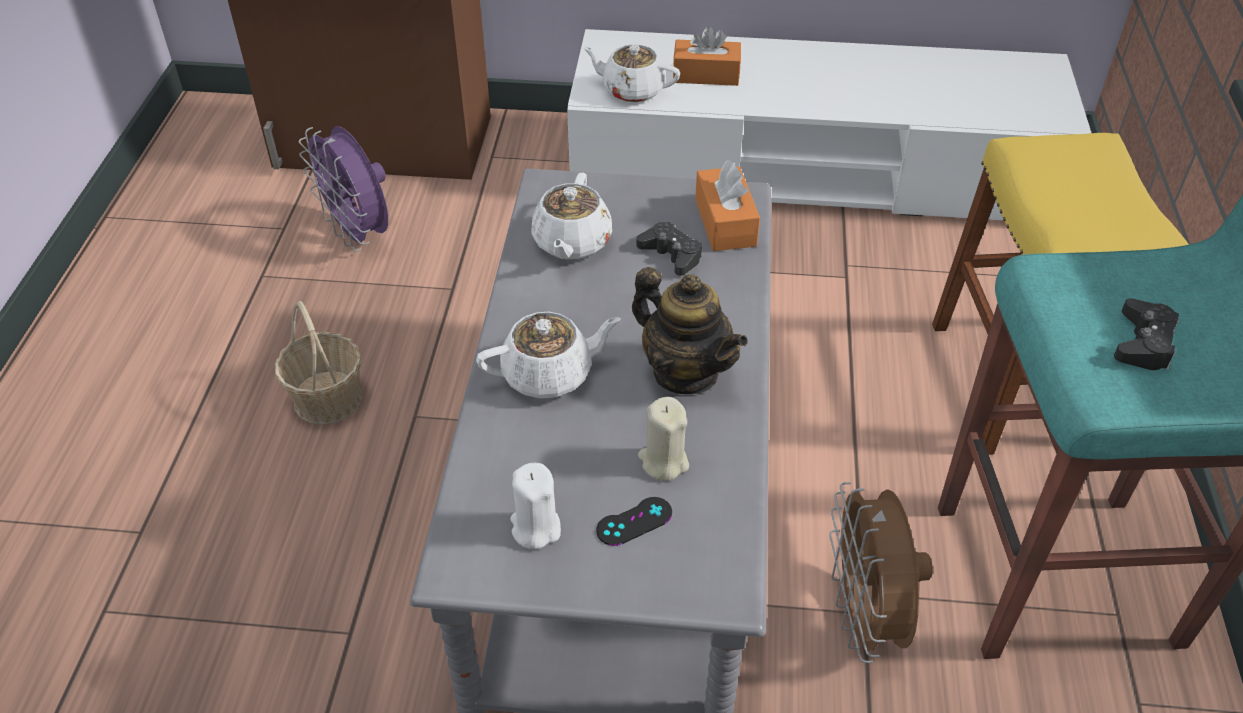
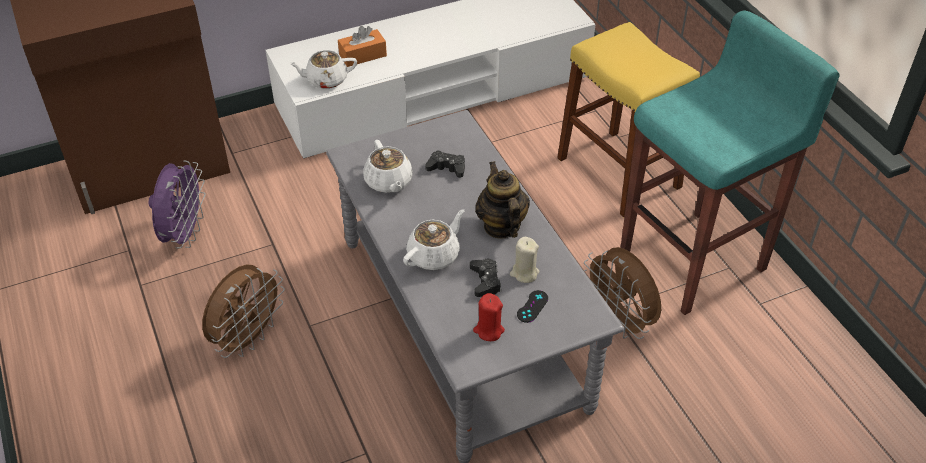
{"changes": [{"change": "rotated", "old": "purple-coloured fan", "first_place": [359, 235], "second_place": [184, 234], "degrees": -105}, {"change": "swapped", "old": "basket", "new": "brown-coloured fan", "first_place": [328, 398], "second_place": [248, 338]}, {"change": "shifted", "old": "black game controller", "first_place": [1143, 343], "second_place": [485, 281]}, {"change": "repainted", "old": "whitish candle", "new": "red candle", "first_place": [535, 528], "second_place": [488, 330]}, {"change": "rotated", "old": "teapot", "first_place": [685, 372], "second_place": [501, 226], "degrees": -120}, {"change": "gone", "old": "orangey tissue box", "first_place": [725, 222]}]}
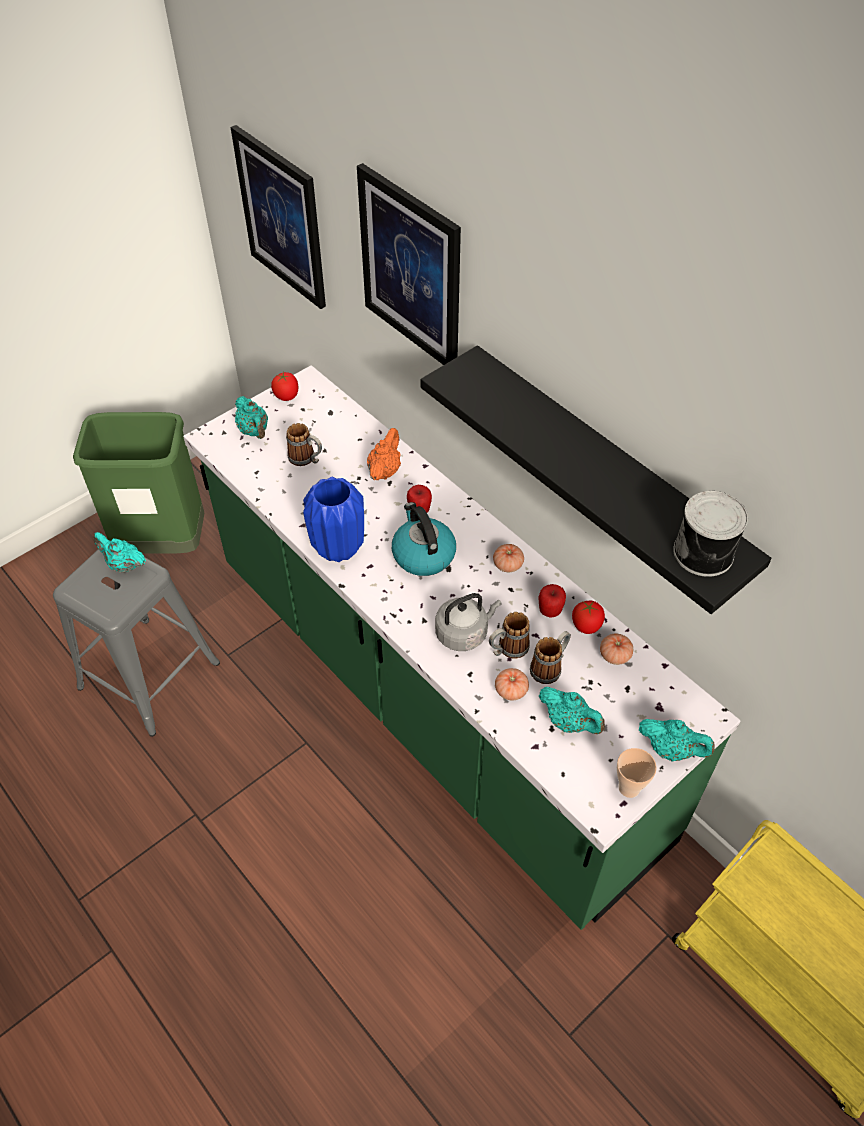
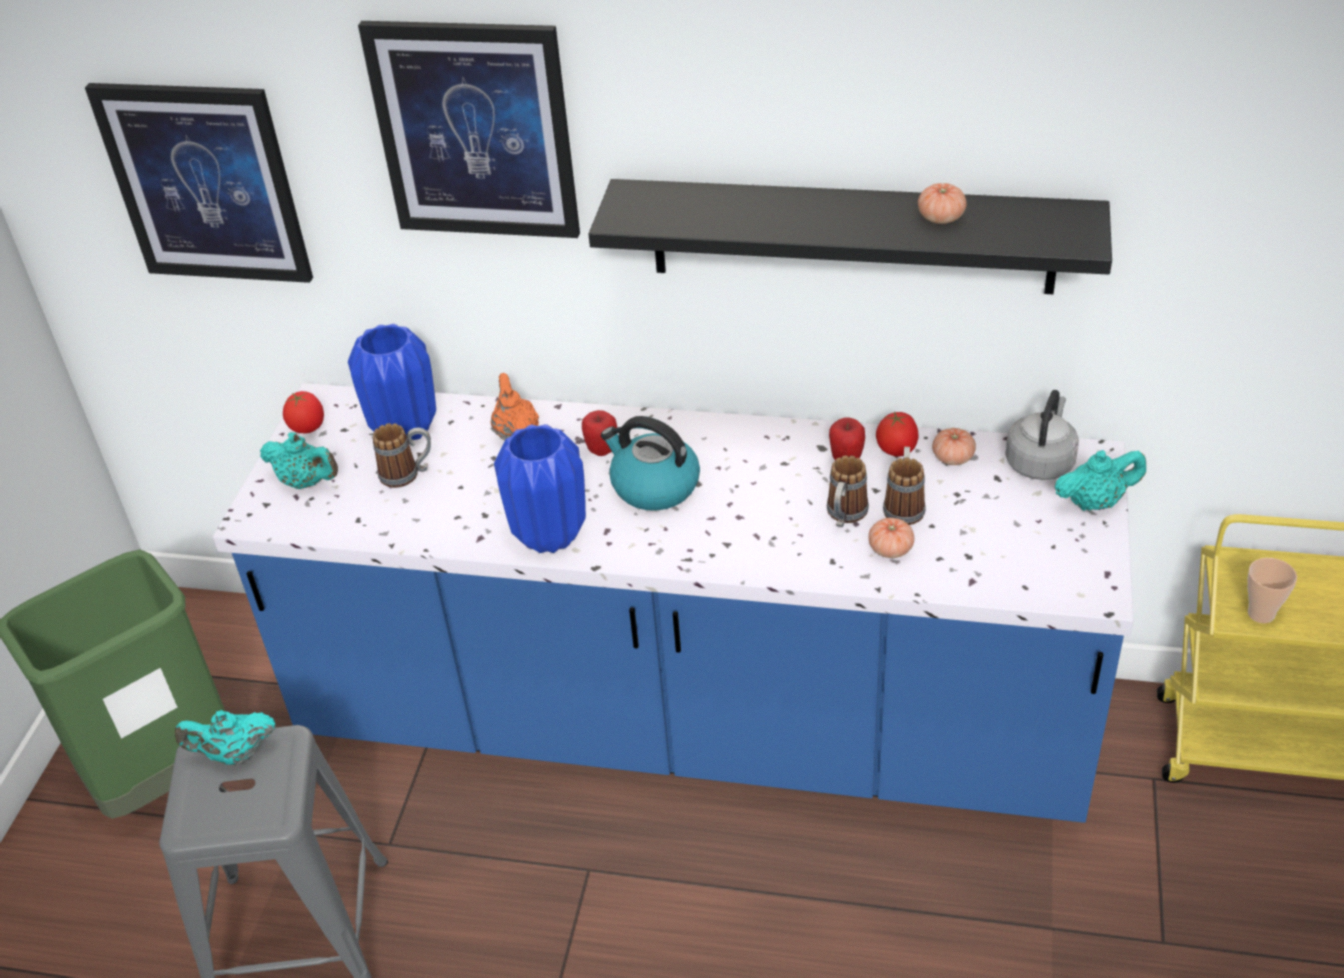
{"changes": [{"change": "repainted", "old": "greenish counter", "new": "bluish counter", "first_place": [432, 700], "second_place": [691, 727]}, {"change": "new", "new": "bluish flower vase", "second_place": [405, 429]}, {"change": "shifted", "old": "whole tomato", "first_place": [507, 565], "second_place": [941, 218]}, {"change": "shifted", "old": "greyish tea kettle", "first_place": [464, 633], "second_place": [1040, 462]}, {"change": "shifted", "old": "small cup", "first_place": [629, 787], "second_place": [1261, 614]}, {"change": "gone", "old": "turquoise-coloured teapot", "first_place": [569, 722]}, {"change": "gone", "old": "sealed can", "first_place": [705, 553]}]}
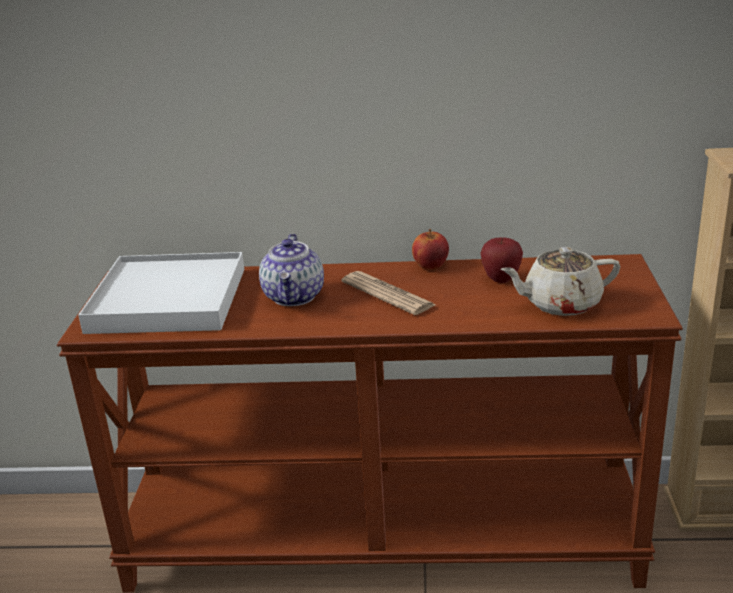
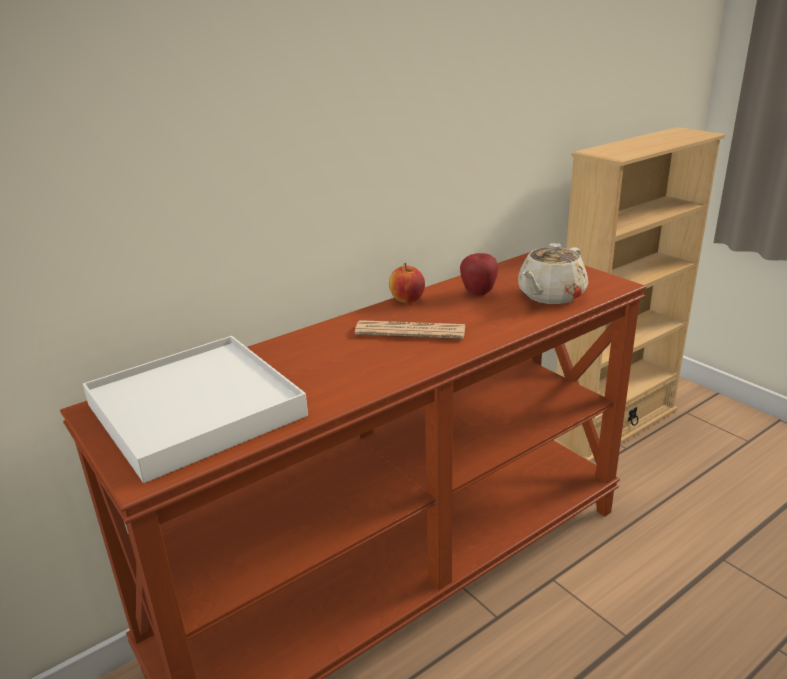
{"changes": [{"change": "gone", "old": "teapot", "first_place": [294, 297]}]}
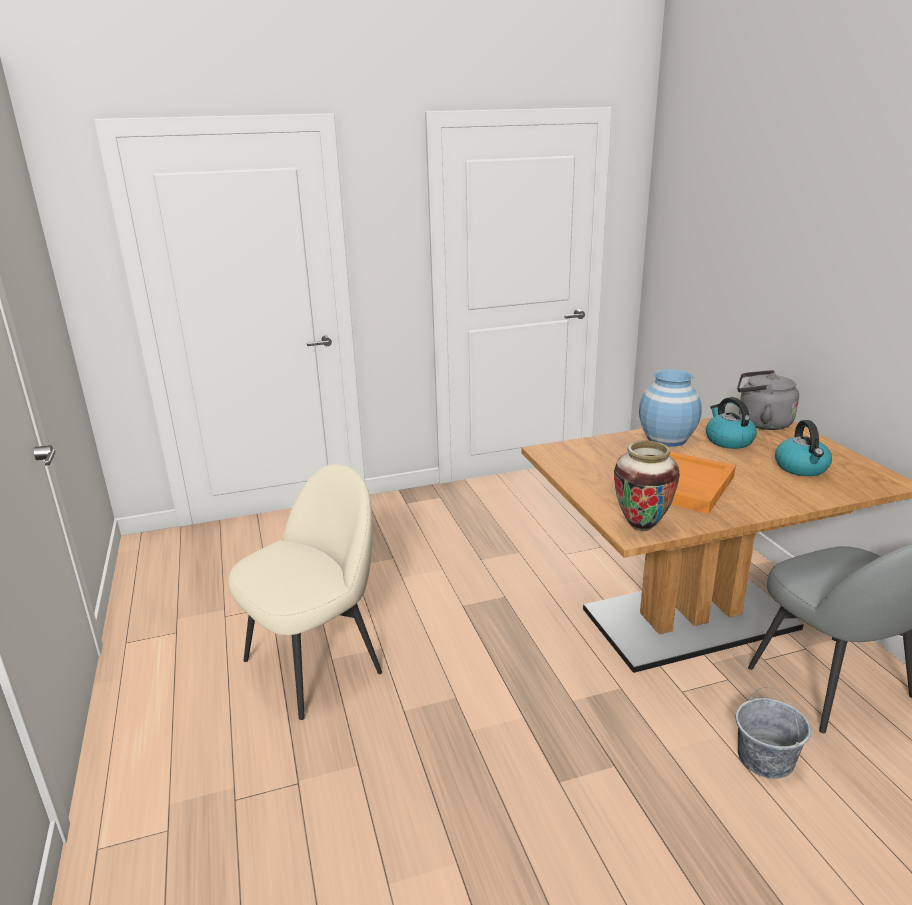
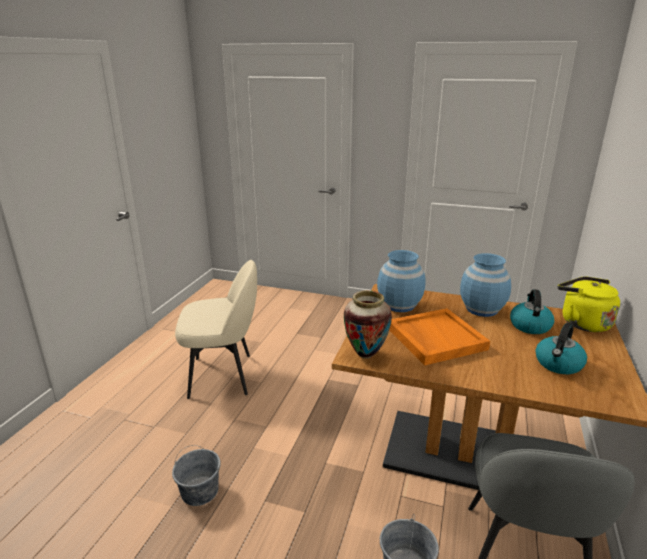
{"changes": [{"change": "new", "new": "greyish water bucket", "second_place": [199, 491]}, {"change": "new", "new": "bluish flower vase", "second_place": [399, 305]}, {"change": "repainted", "old": "greyish tea kettle", "new": "yellow tea kettle", "first_place": [760, 423], "second_place": [582, 322]}]}
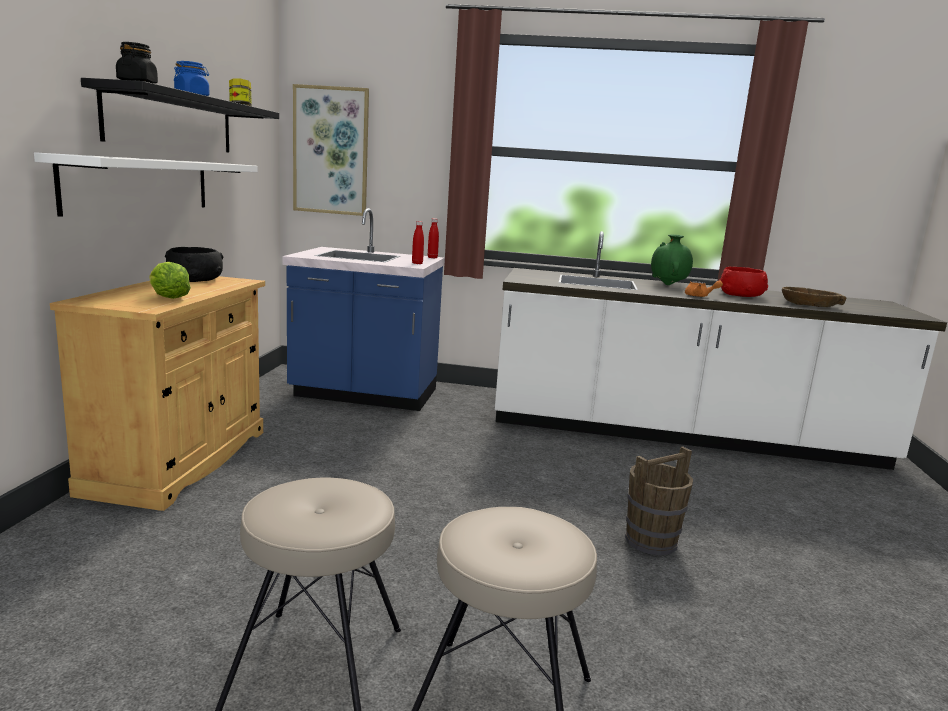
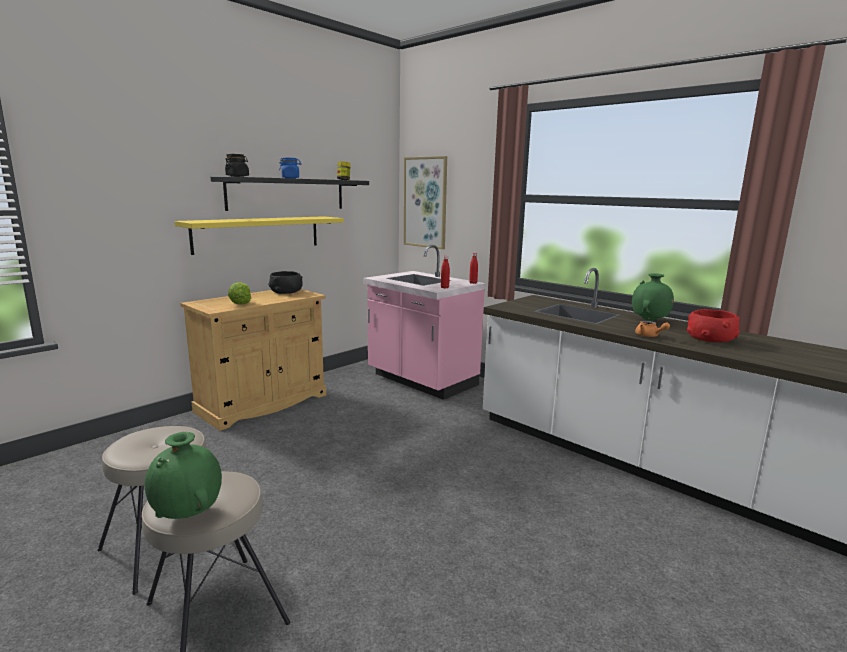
{"changes": [{"change": "new", "new": "greenish flower vase", "second_place": [188, 515]}, {"change": "repainted", "old": "whitish shelf", "new": "yellow shelf", "first_place": [140, 184], "second_place": [258, 234]}, {"change": "repainted", "old": "bluish counter", "new": "pinkish counter", "first_place": [364, 395], "second_place": [421, 380]}, {"change": "gone", "old": "brown-coloured water bucket", "first_place": [651, 541]}, {"change": "gone", "old": "brown-coloured bowl", "first_place": [809, 304]}]}
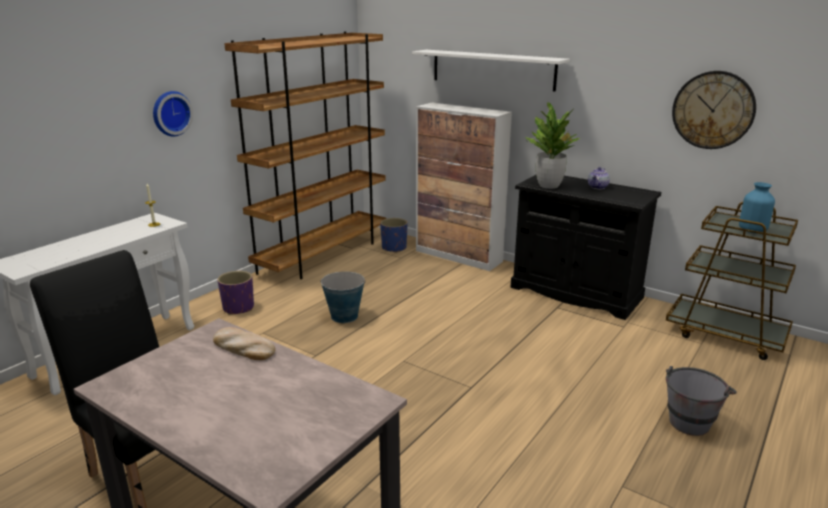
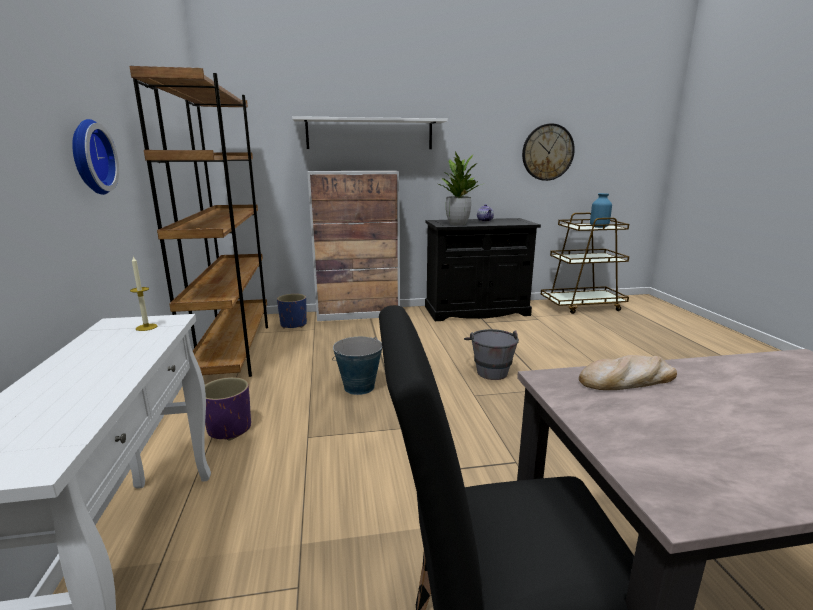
{"changes": [{"change": "shifted", "old": "greyish water bucket", "first_place": [691, 419], "second_place": [489, 370]}]}
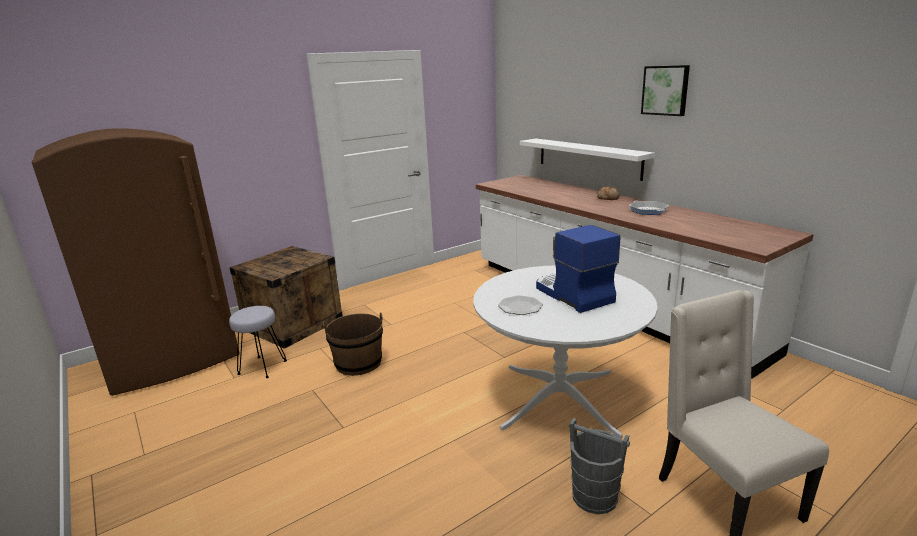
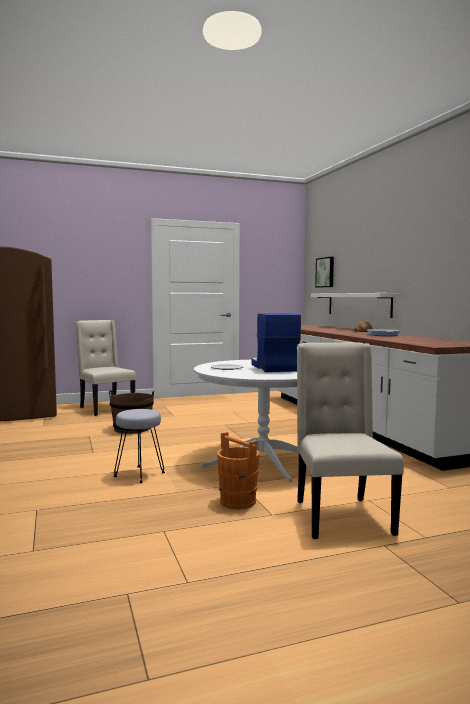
{"changes": [{"change": "swapped", "old": "packing crate", "new": "sand-coloured plain chair", "first_place": [293, 324], "second_place": [105, 409]}, {"change": "shifted", "old": "greyish stool seat", "first_place": [262, 367], "second_place": [139, 474]}, {"change": "repainted", "old": "greyish water bucket", "new": "orangey water bucket", "first_place": [595, 496], "second_place": [238, 501]}, {"change": "shifted", "old": "wall picture", "first_place": [665, 90], "second_place": [325, 272]}]}
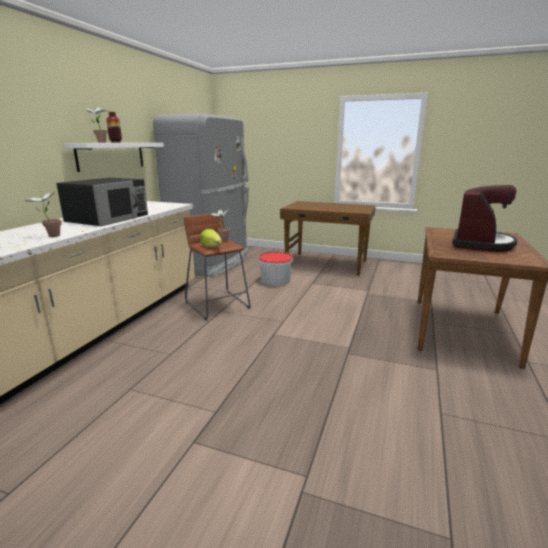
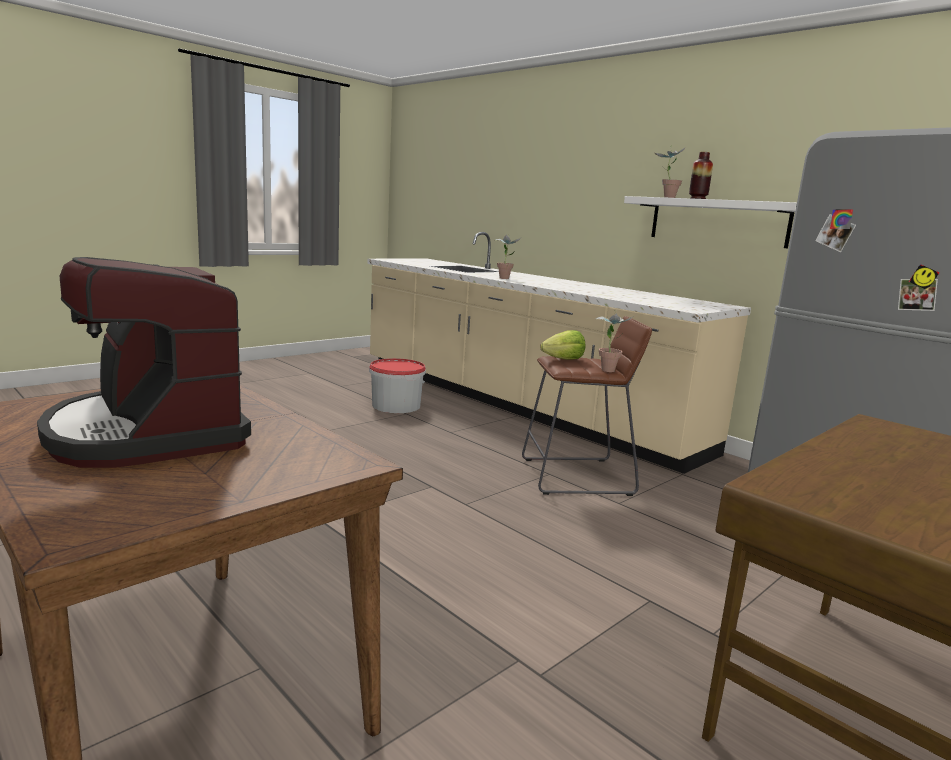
{"changes": [{"change": "shifted", "old": "water bucket", "first_place": [275, 280], "second_place": [396, 406]}, {"change": "gone", "old": "black kitchen microwave", "first_place": [108, 218]}]}
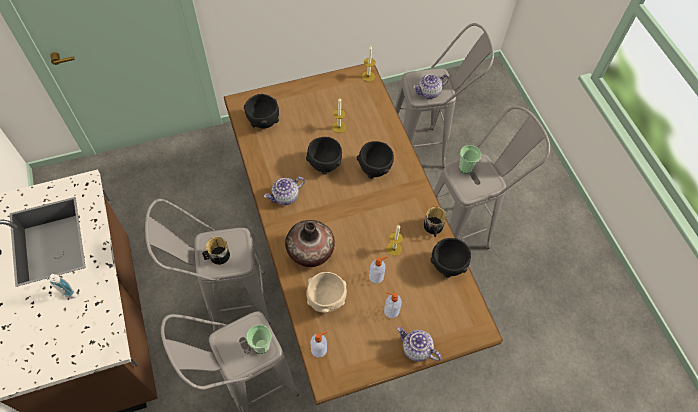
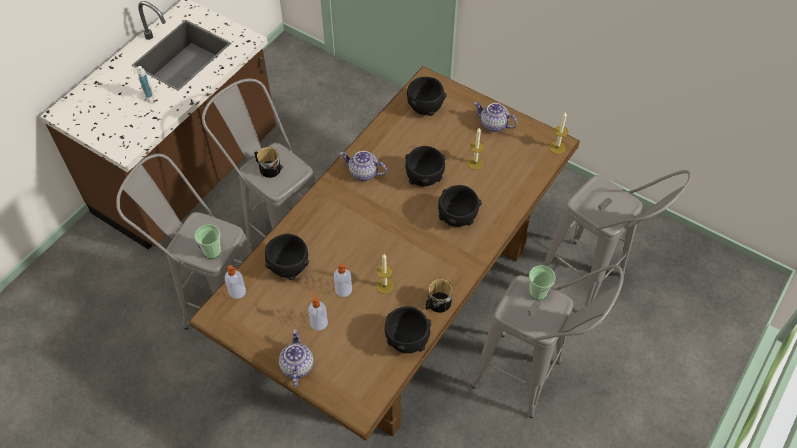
{"changes": [{"change": "repainted", "old": "sand-coloured bowl", "new": "black bowl", "first_place": [326, 300], "second_place": [288, 267]}, {"change": "shifted", "old": "teapot", "first_place": [429, 92], "second_place": [493, 125]}, {"change": "gone", "old": "flower vase", "first_place": [310, 252]}]}
